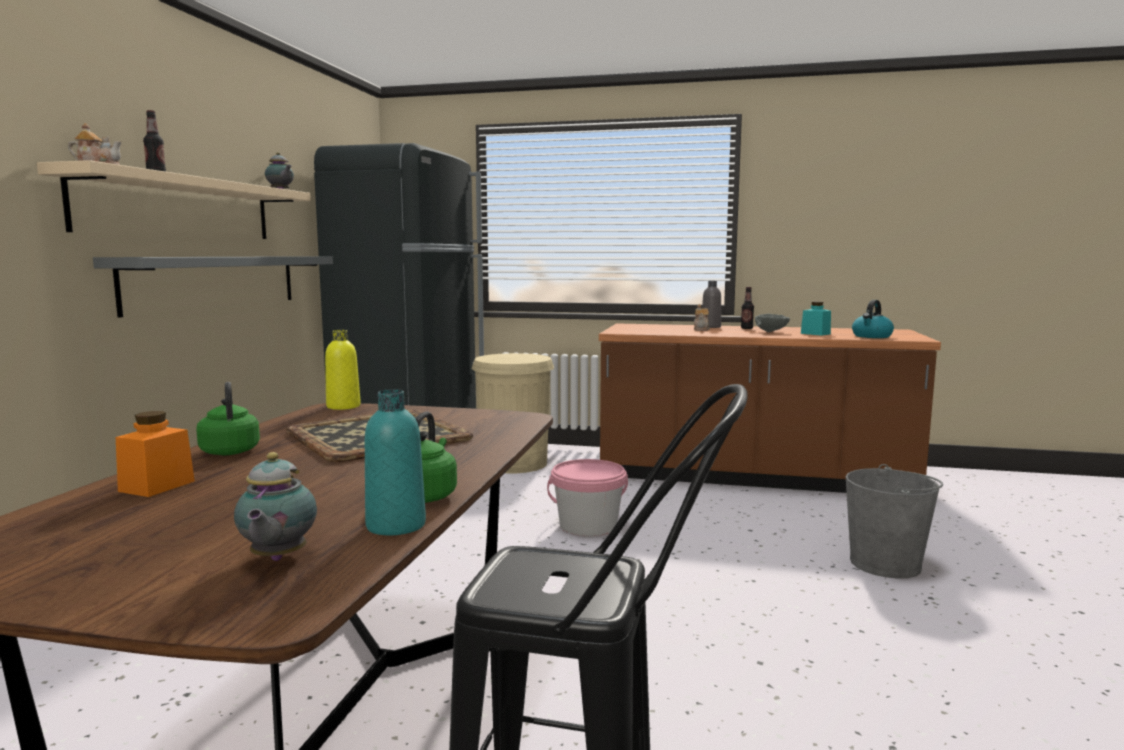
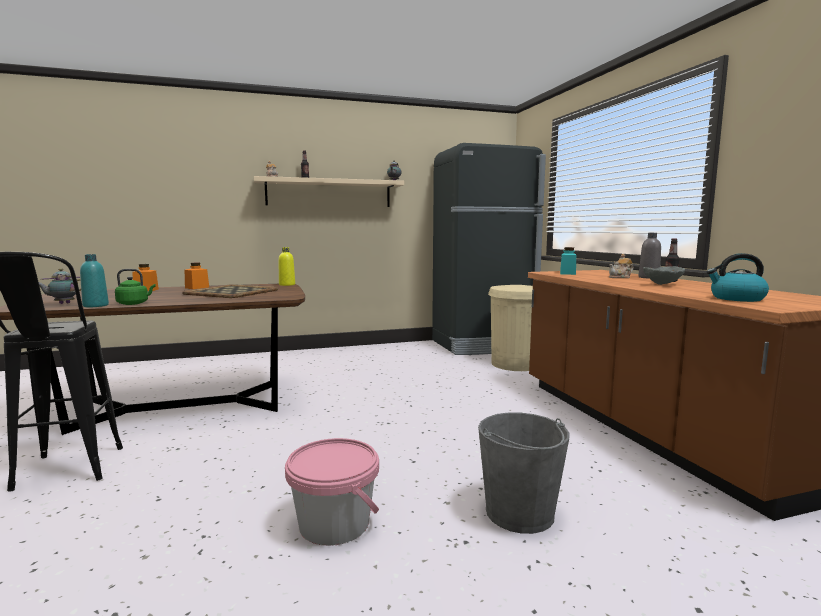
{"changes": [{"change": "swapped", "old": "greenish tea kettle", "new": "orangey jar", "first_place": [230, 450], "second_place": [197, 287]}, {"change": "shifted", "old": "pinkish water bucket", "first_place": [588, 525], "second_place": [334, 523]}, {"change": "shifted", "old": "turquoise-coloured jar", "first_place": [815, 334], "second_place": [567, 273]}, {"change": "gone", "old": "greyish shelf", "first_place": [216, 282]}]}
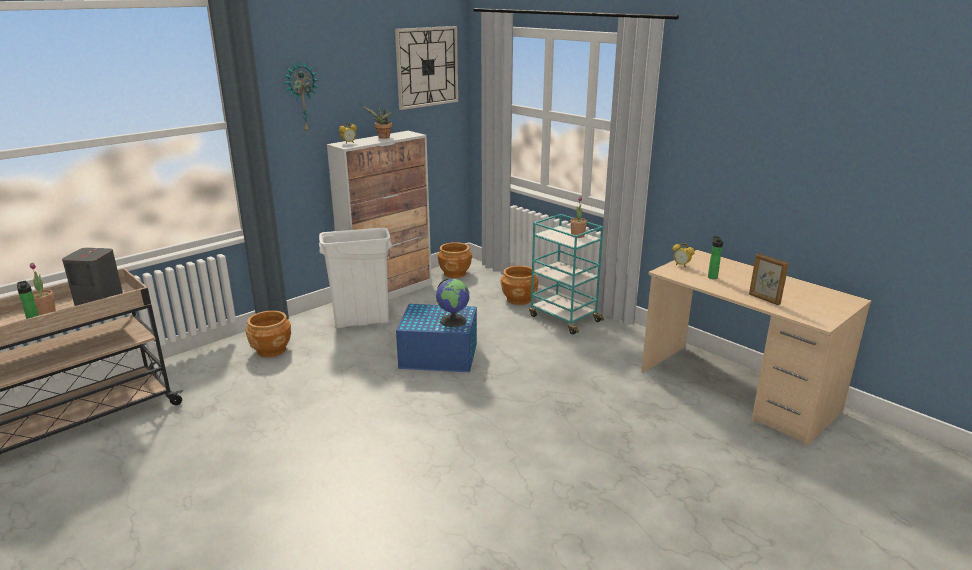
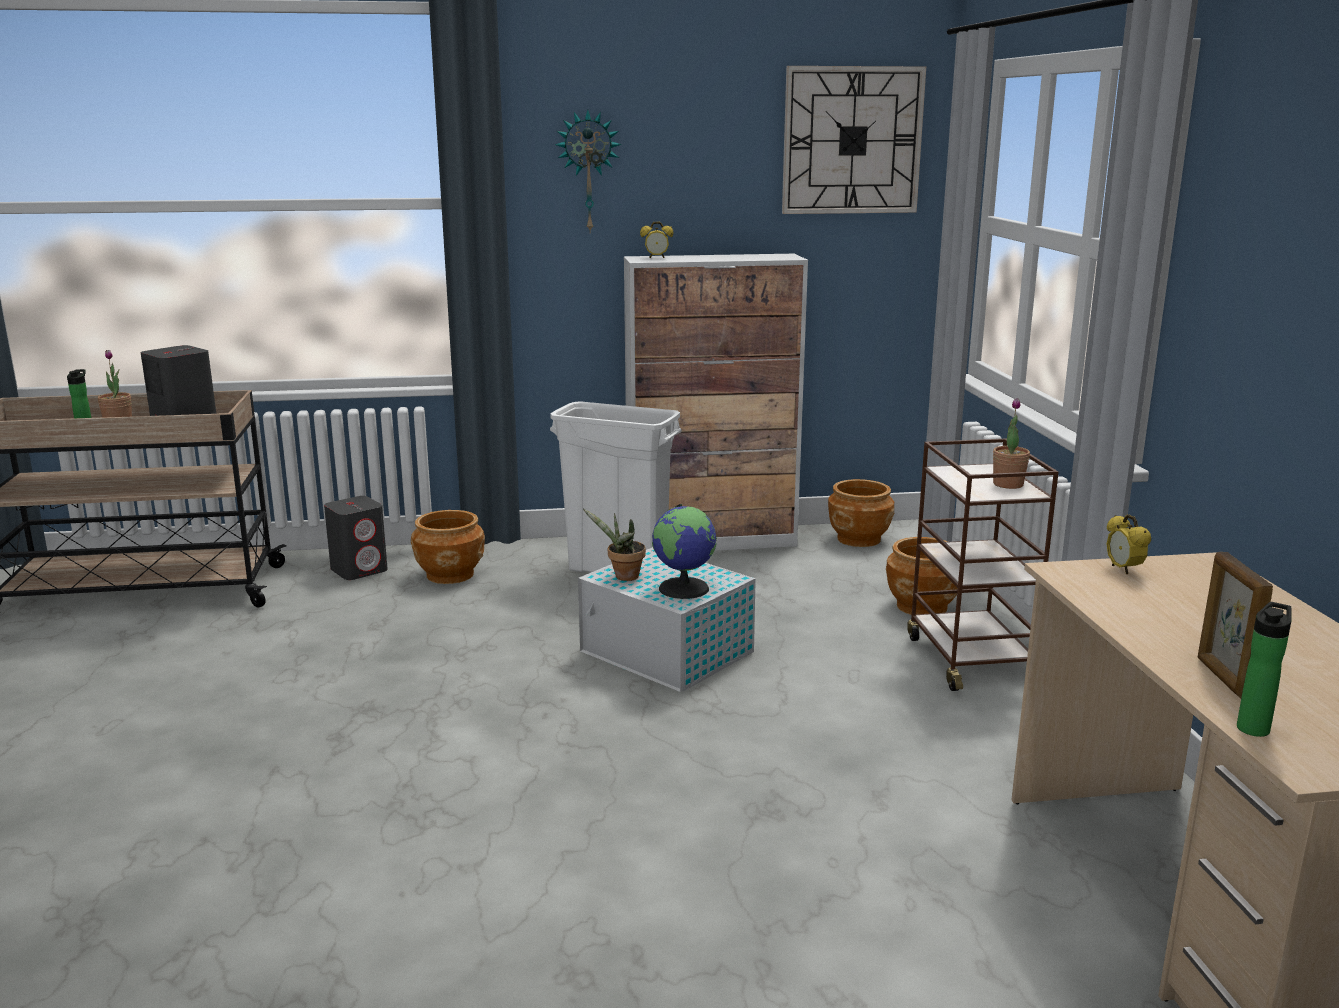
{"changes": [{"change": "new", "new": "greyish loudspeaker", "second_place": [359, 570]}, {"change": "repainted", "old": "bluish storage container", "new": "whitish storage container", "first_place": [440, 356], "second_place": [668, 653]}, {"change": "shifted", "old": "plant in a pot", "first_place": [382, 137], "second_place": [623, 577]}, {"change": "repainted", "old": "turquoise-coloured cart", "new": "brown-coloured cart", "first_place": [563, 318], "second_place": [969, 659]}, {"change": "shifted", "old": "drink bottle", "first_place": [712, 277], "second_place": [1254, 727]}]}
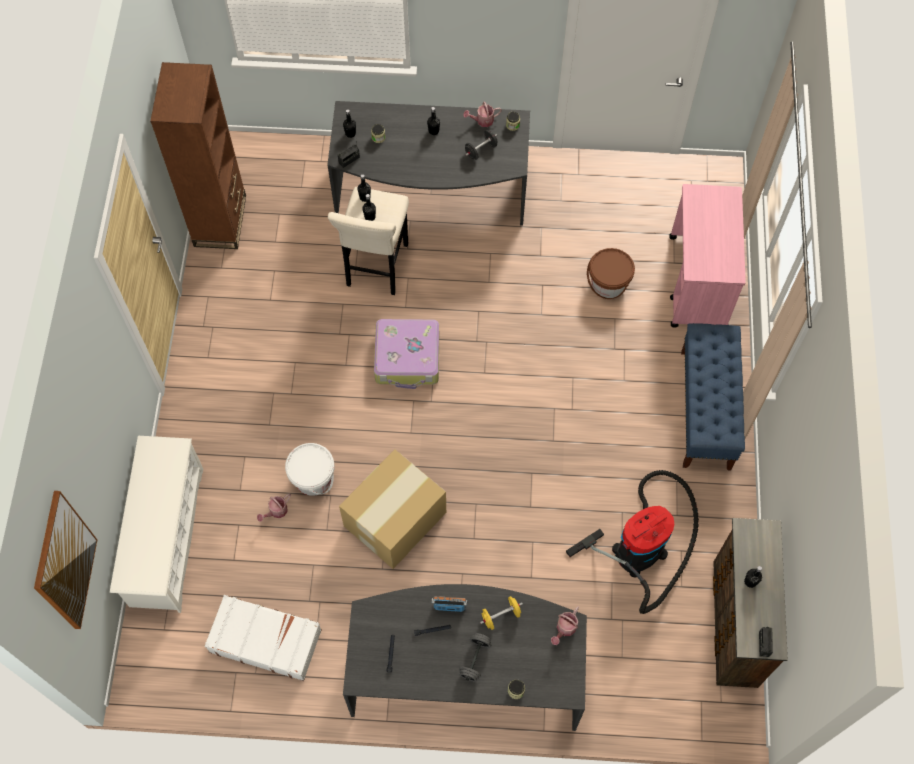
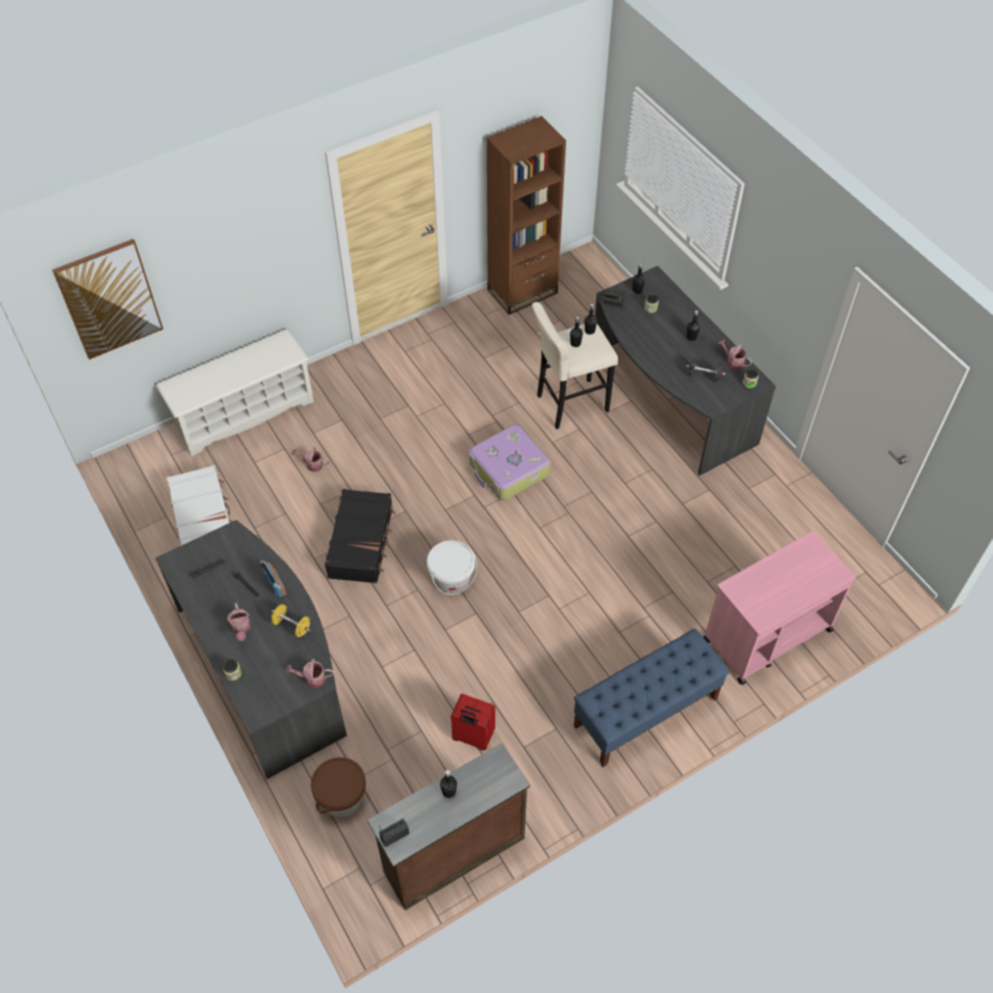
{"changes": [{"change": "swapped", "old": "greyish hand weight", "new": "watering pot", "first_place": [475, 659], "second_place": [241, 629]}, {"change": "shifted", "old": "brown-coloured water bucket", "first_place": [608, 284], "second_place": [342, 798]}, {"change": "swapped", "old": "packing box", "new": "black travel case", "first_place": [393, 520], "second_place": [361, 542]}, {"change": "shifted", "old": "whitish water bucket", "first_place": [313, 478], "second_place": [452, 579]}, {"change": "swapped", "old": "hoover", "new": "red travel case", "first_place": [643, 547], "second_place": [472, 737]}]}
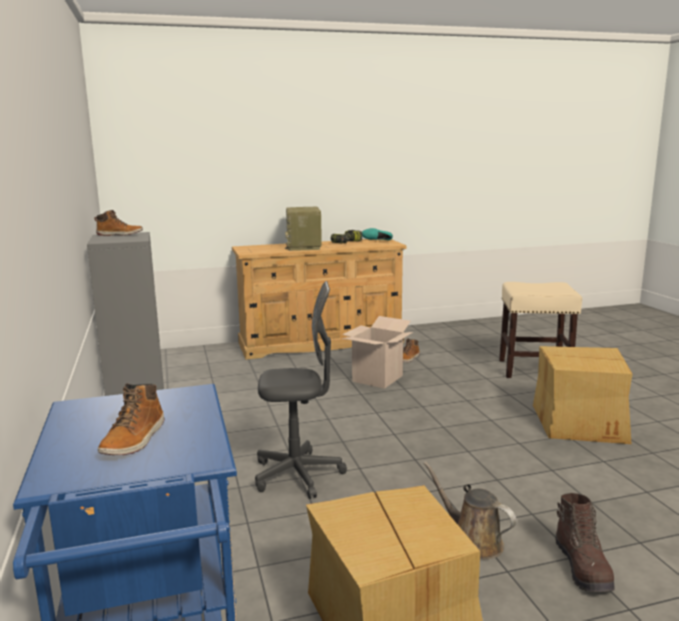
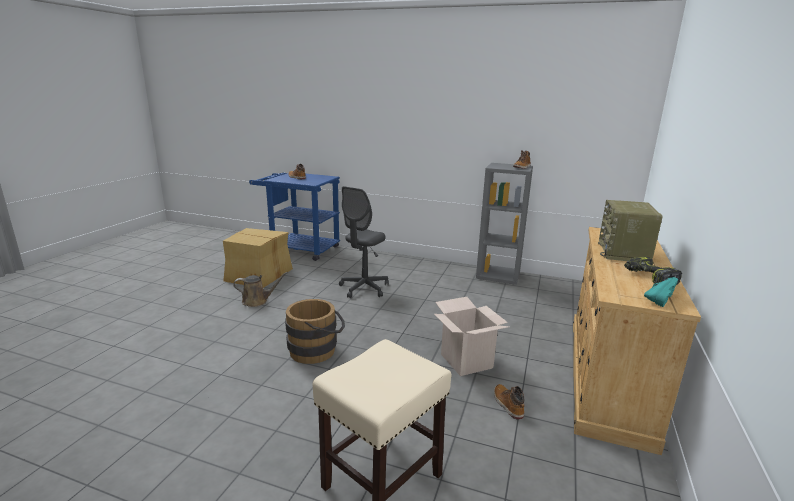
{"changes": [{"change": "new", "new": "brown-coloured water bucket", "second_place": [317, 350]}, {"change": "rotated", "old": "radio receiver", "first_place": [304, 247], "second_place": [624, 253], "degrees": -105}, {"change": "gone", "old": "packing box", "first_place": [581, 422]}, {"change": "gone", "old": "brown-coloured high-top boot", "first_place": [583, 568]}]}
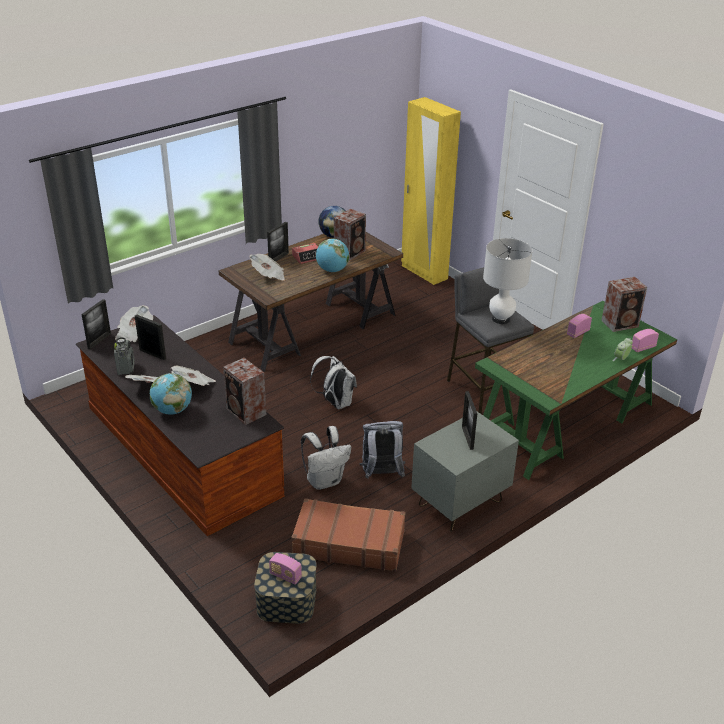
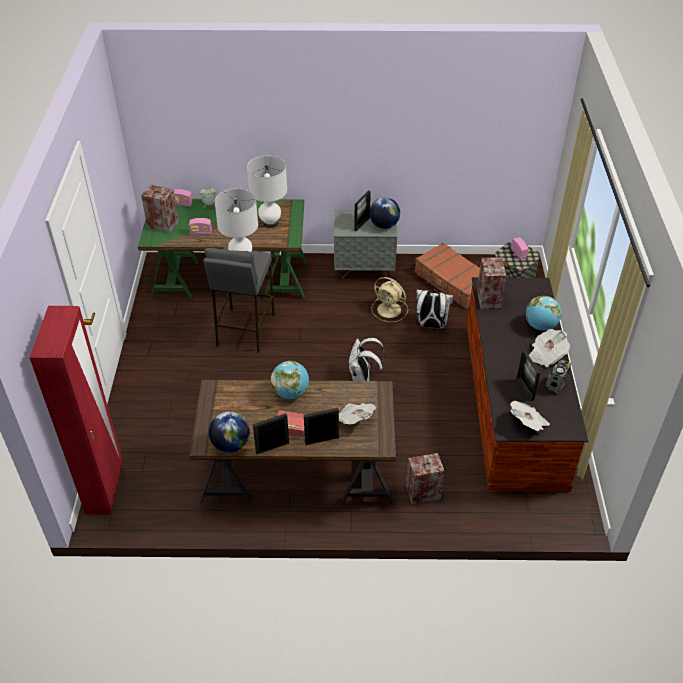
{"changes": [{"change": "repainted", "old": "yellow clothes cupboard", "new": "red clothes cupboard", "first_place": [424, 272], "second_place": [105, 488]}, {"change": "new", "new": "whitish tabletop lamp", "second_place": [270, 223]}, {"change": "shifted", "old": "standing frame", "first_place": [99, 341], "second_place": [272, 447]}, {"change": "new", "new": "desk globe", "second_place": [384, 225]}, {"change": "swapped", "old": "greyish backpack", "new": "sand-coloured fan", "first_place": [381, 474], "second_place": [390, 310]}, {"change": "shifted", "old": "loudspeaker", "first_place": [350, 252], "second_place": [421, 492]}, {"change": "gone", "old": "printed paper", "first_place": [194, 385]}]}
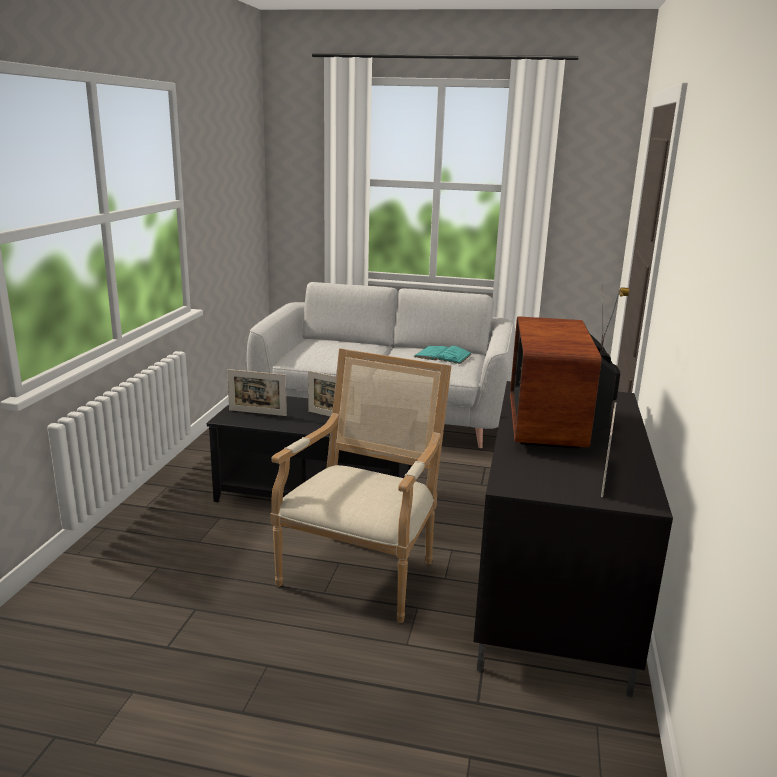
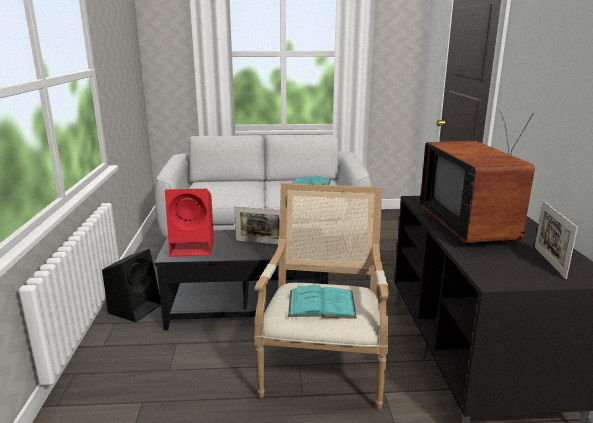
{"changes": [{"change": "new", "new": "black loudspeaker", "second_place": [135, 308]}, {"change": "swapped", "old": "standing frame", "new": "red loudspeaker", "first_place": [257, 413], "second_place": [194, 247]}, {"change": "new", "new": "turquoise-coloured book", "second_place": [321, 304]}]}
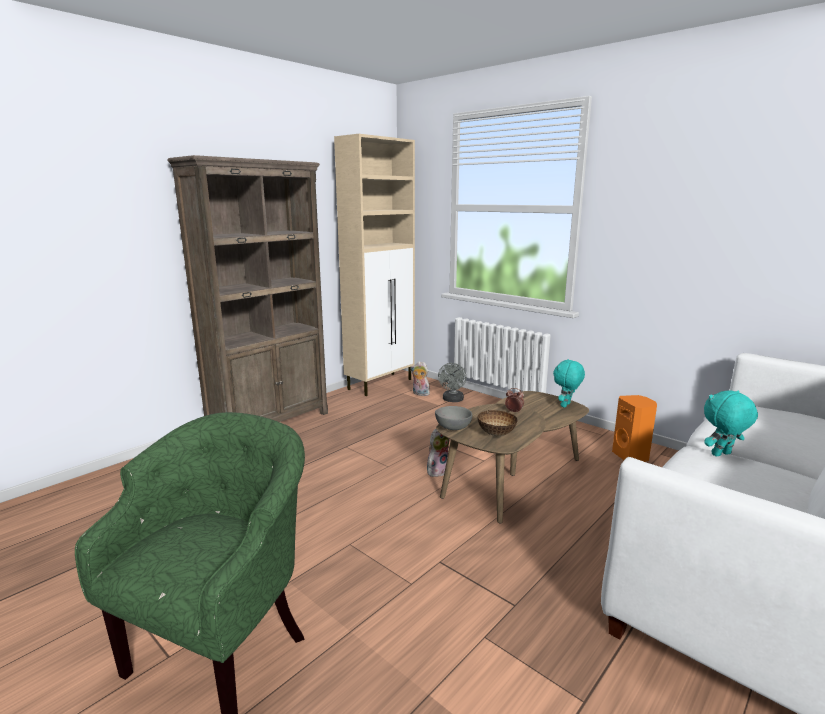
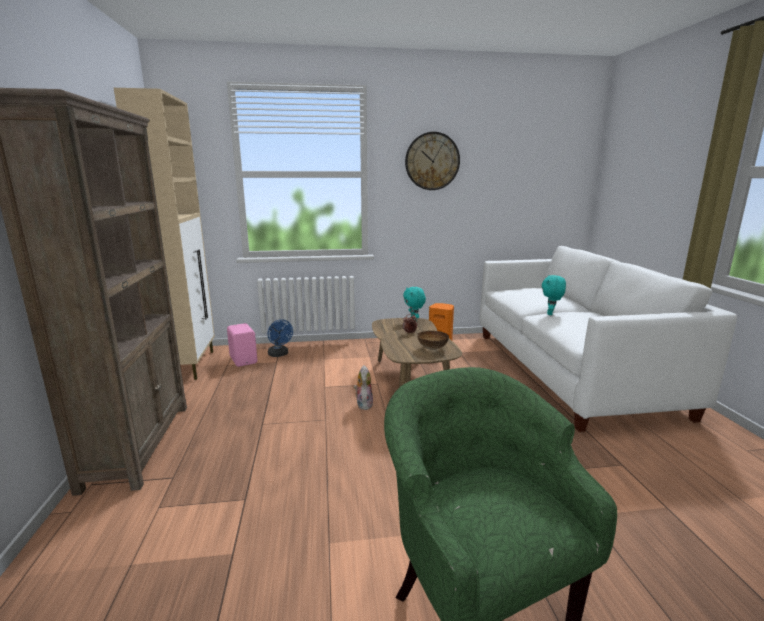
{"changes": [{"change": "swapped", "old": "soft toy", "new": "pinkish loudspeaker", "first_place": [420, 394], "second_place": [244, 360]}, {"change": "repainted", "old": "greyish fan", "new": "bluish fan", "first_place": [452, 400], "second_place": [279, 354]}, {"change": "new", "new": "clock on the wall", "second_place": [432, 161]}, {"change": "gone", "old": "greyish bowl", "first_place": [452, 427]}]}
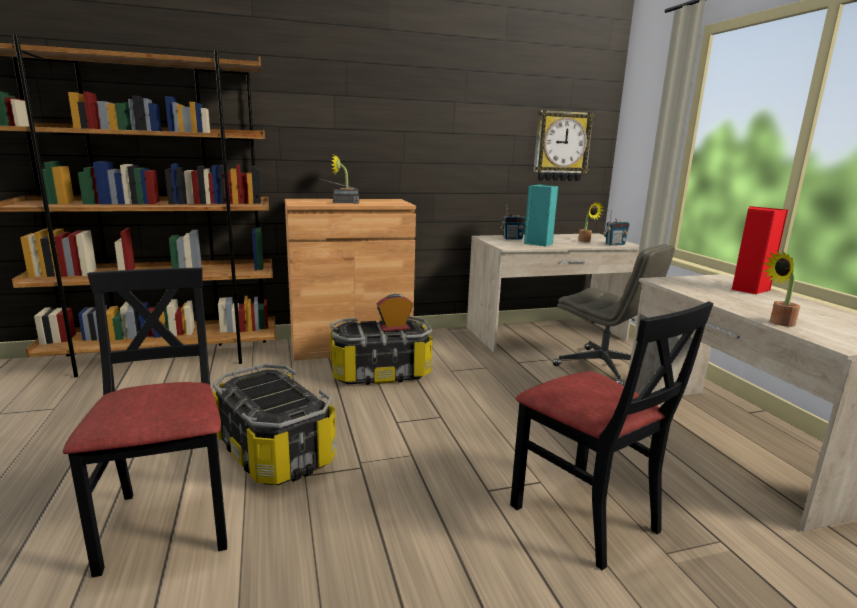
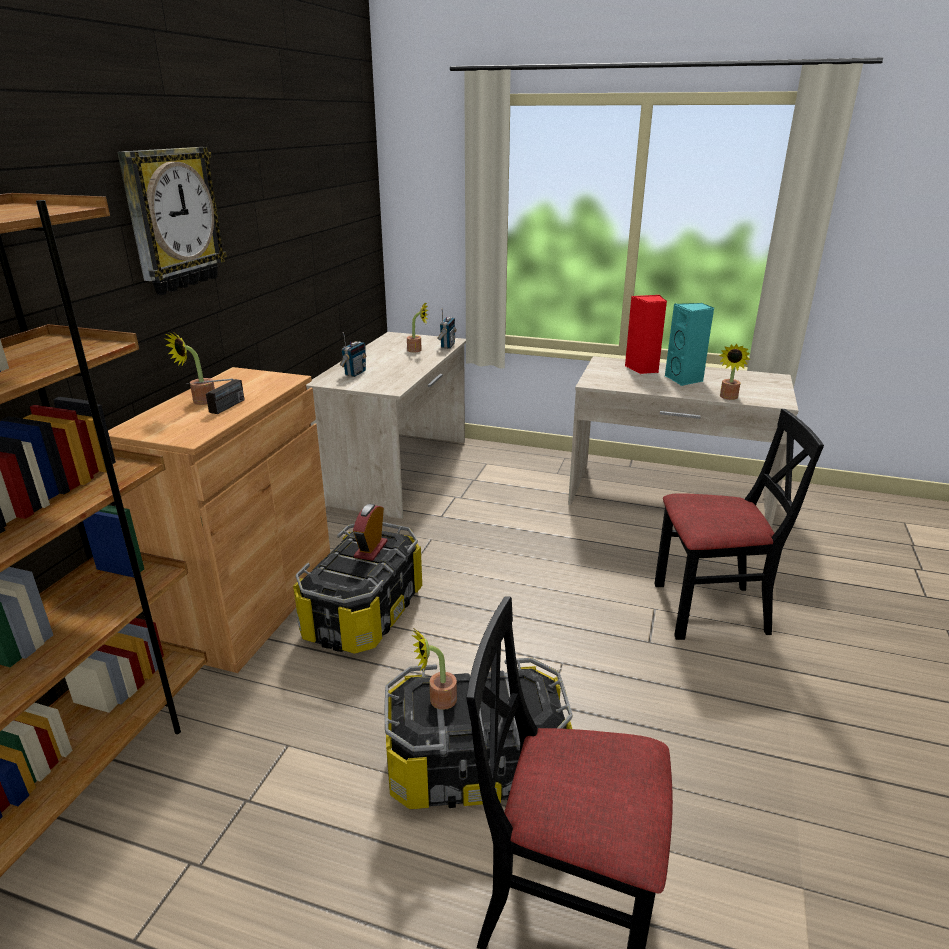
{"changes": [{"change": "shifted", "old": "clock on the wall", "first_place": [561, 146], "second_place": [172, 219]}, {"change": "new", "new": "plant in a pot", "second_place": [437, 701]}, {"change": "shifted", "old": "turquoise-coloured loudspeaker", "first_place": [538, 244], "second_place": [684, 379]}, {"change": "gone", "old": "greyish computer chair", "first_place": [603, 367]}]}
